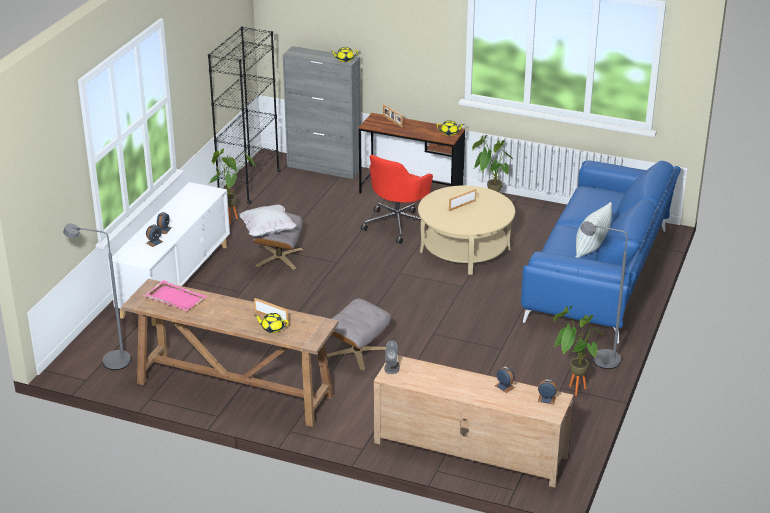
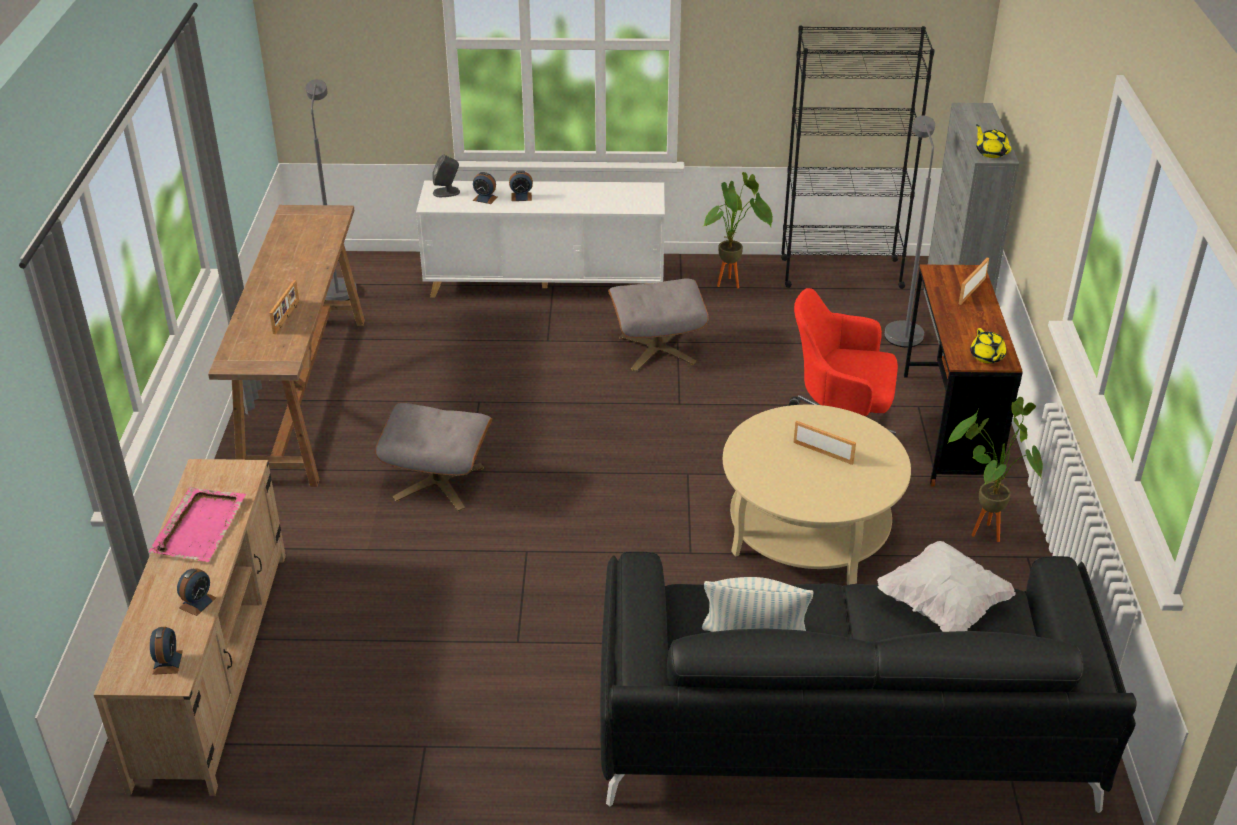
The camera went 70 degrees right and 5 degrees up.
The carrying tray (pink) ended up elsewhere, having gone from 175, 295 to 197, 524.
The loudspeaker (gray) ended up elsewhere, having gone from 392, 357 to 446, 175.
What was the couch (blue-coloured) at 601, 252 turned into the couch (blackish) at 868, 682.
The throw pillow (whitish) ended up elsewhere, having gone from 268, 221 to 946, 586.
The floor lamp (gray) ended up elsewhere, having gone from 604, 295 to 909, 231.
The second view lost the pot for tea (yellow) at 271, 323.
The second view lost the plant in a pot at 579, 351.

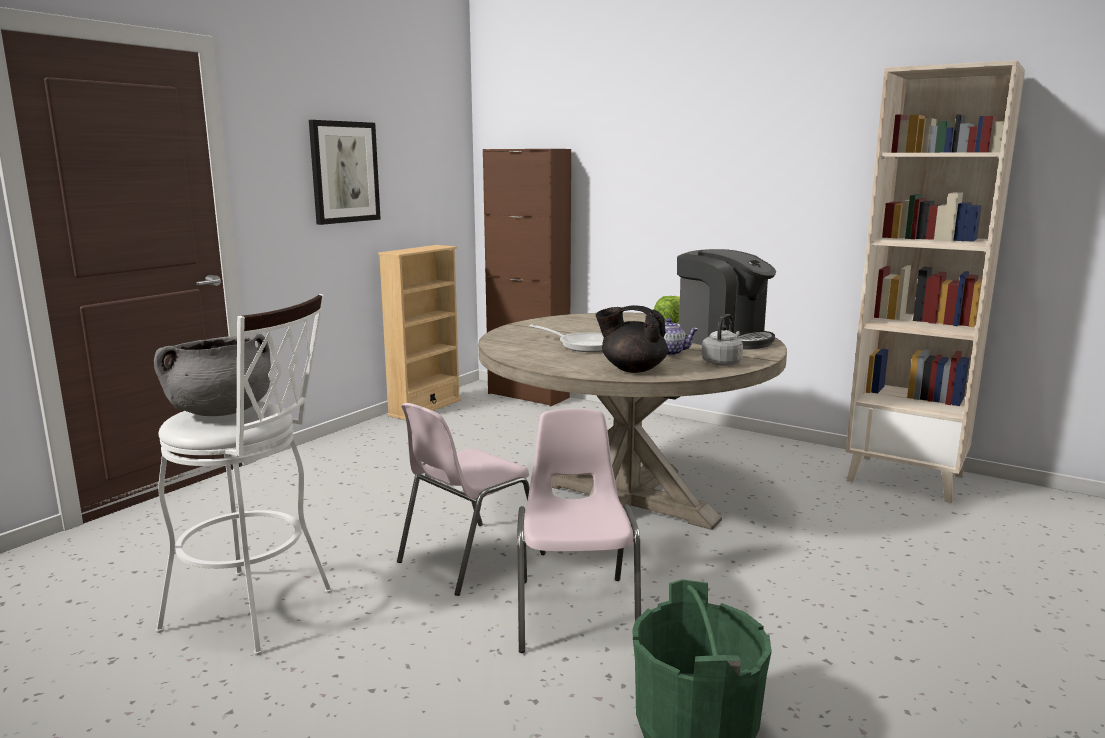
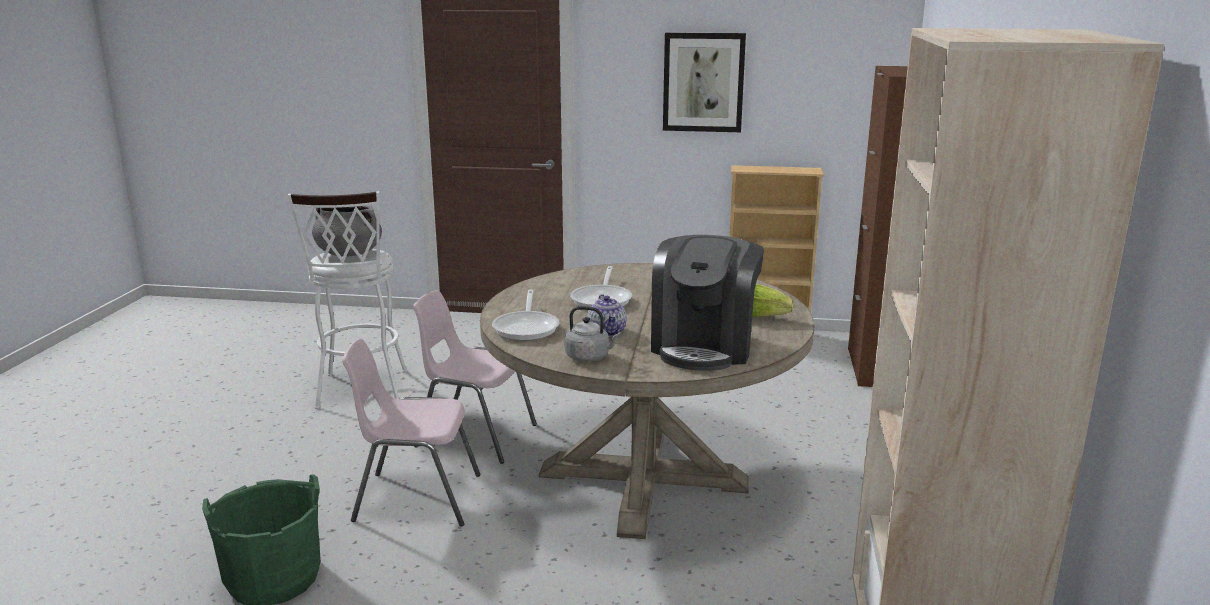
The camera went 65 degrees right and 5 degrees up.
The chair (pink) at 579, 530 ended up facing another way, 150 degrees counterclockwise from before.
Where the pot for tea (blackish) stood at 632, 339, the pan came to stand at 526, 315.

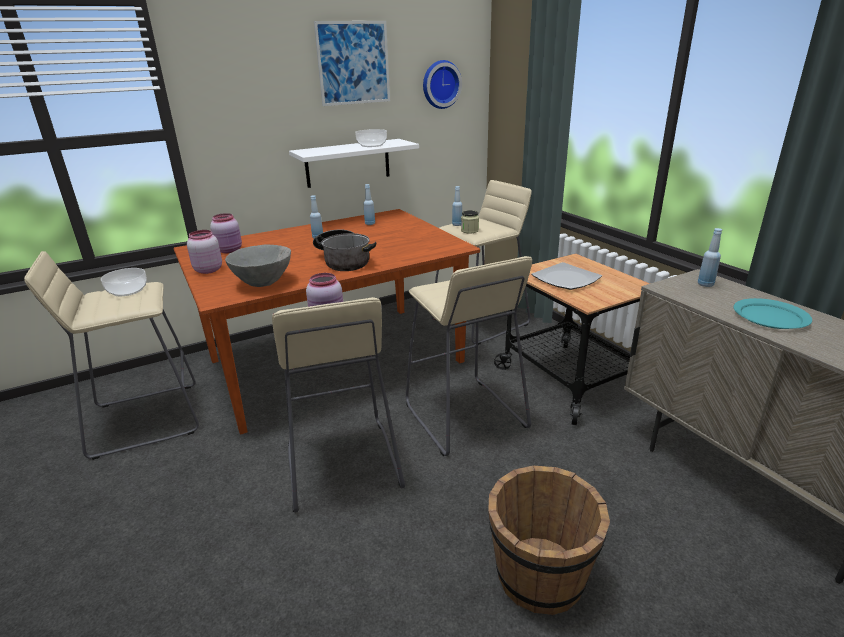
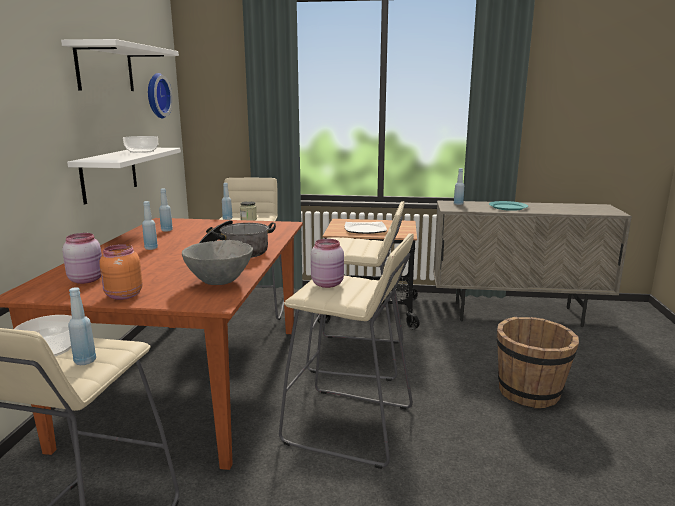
The camera went 55 degrees left and 10 degrees down.
Where the picture hung at 352, 63, the wall shelf (whitish) came to hang at 120, 65.
The second view gained the drink bottle (blue-coloured) at 82, 326.
What was the preserve jar (pink) at 204, 252 turned into the preserve jar (orange) at 121, 272.

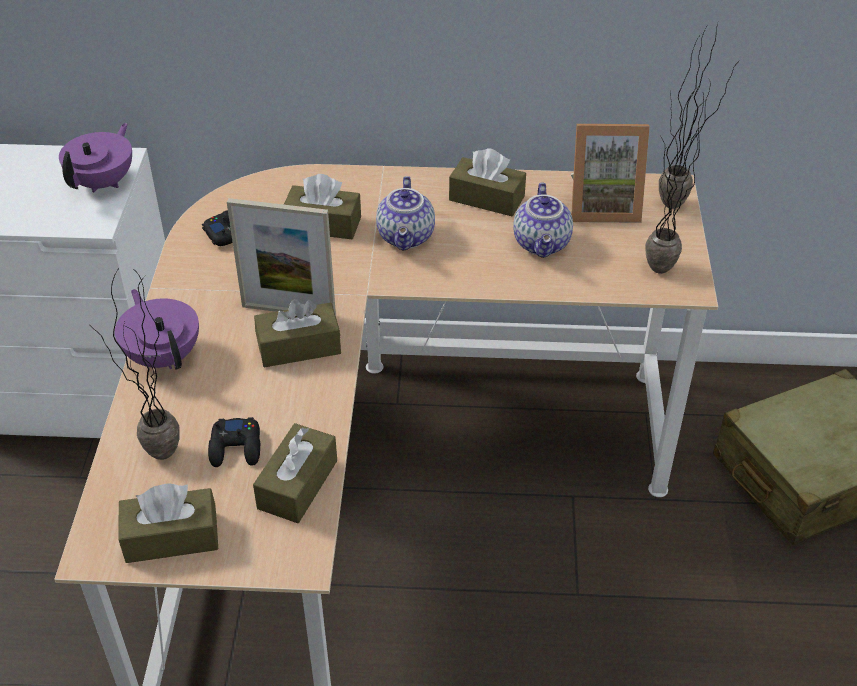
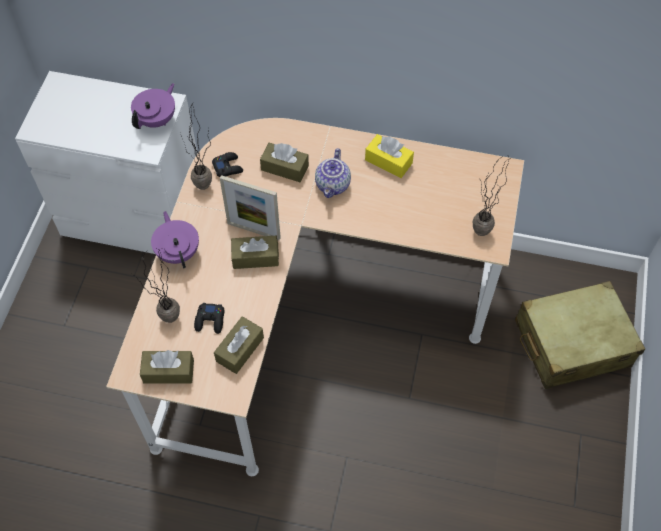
The camera went 10 degrees right and 15 degrees up.
The plant in a pot ended up elsewhere, having gone from 699, 116 to 196, 146.
What was the box of tissues (brown-coloured) at 487, 182 turned into the box of tissues (yellow) at 389, 156.
The second view lost the pot for tea at 543, 220.
The second view lost the picture frame at 610, 173.

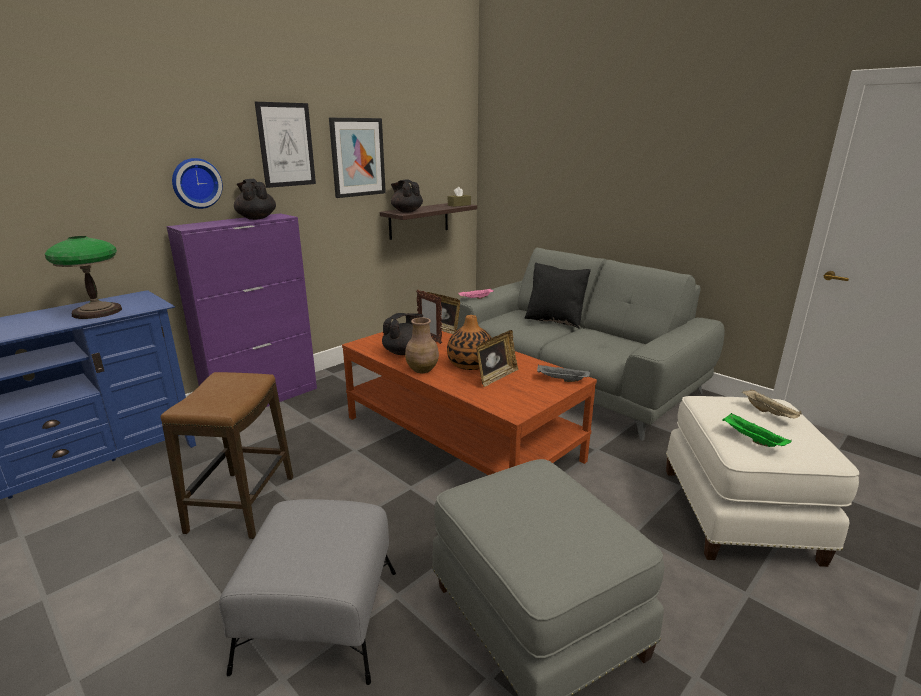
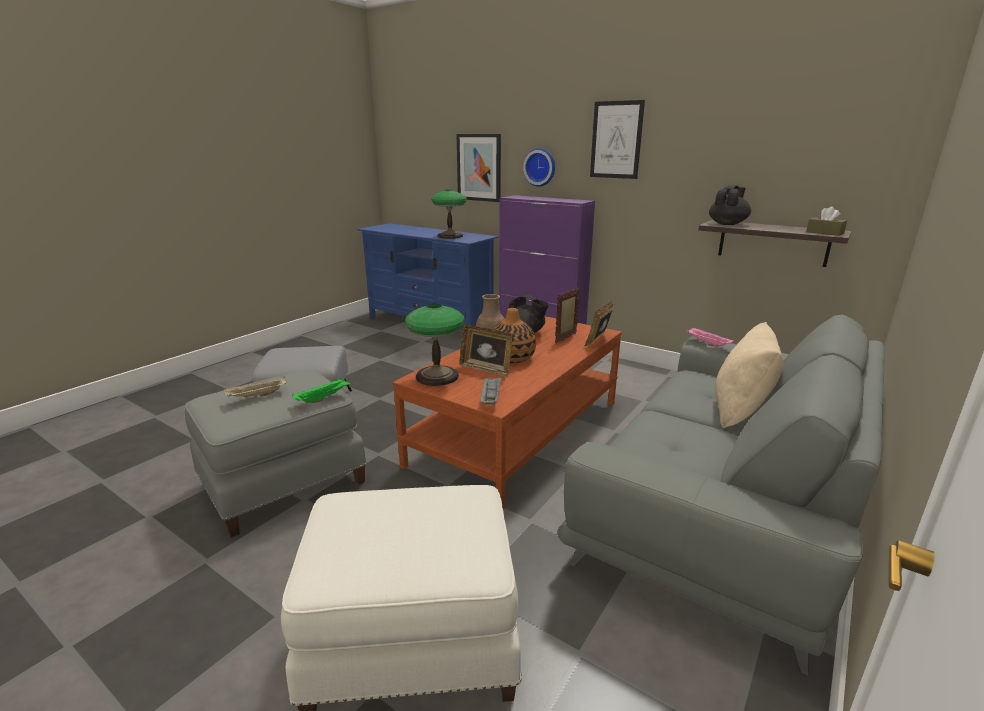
The camera went 80 degrees right and 0 degrees up.
The carrying tray (sand-coloured) ended up elsewhere, having gone from 772, 403 to 255, 387.
The carrying tray (green-coloured) ended up elsewhere, having gone from 757, 430 to 322, 390.
The second view gained the table lamp at 435, 345.
The picture ended up elsewhere, having gone from 357, 158 to 478, 168.
What was the throw pillow (blackish) at 558, 295 turned into the throw pillow (sand-coloured) at 749, 375.
The second view lost the sitting stool at 227, 455.
The second view lost the pot for tea (blackish) at 255, 199.

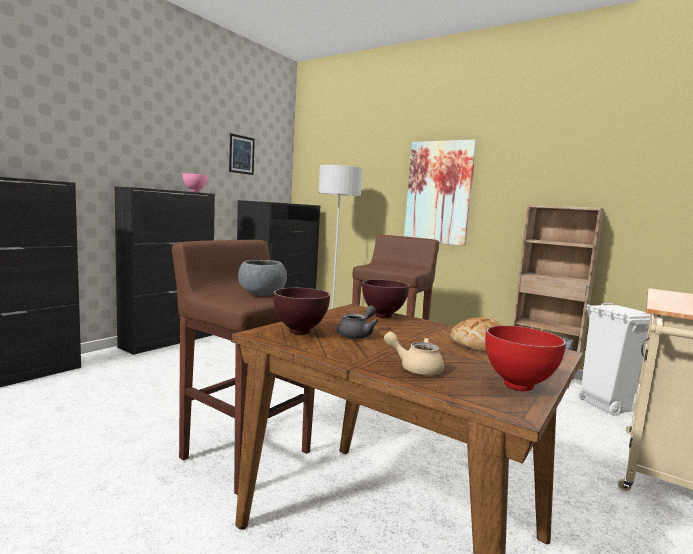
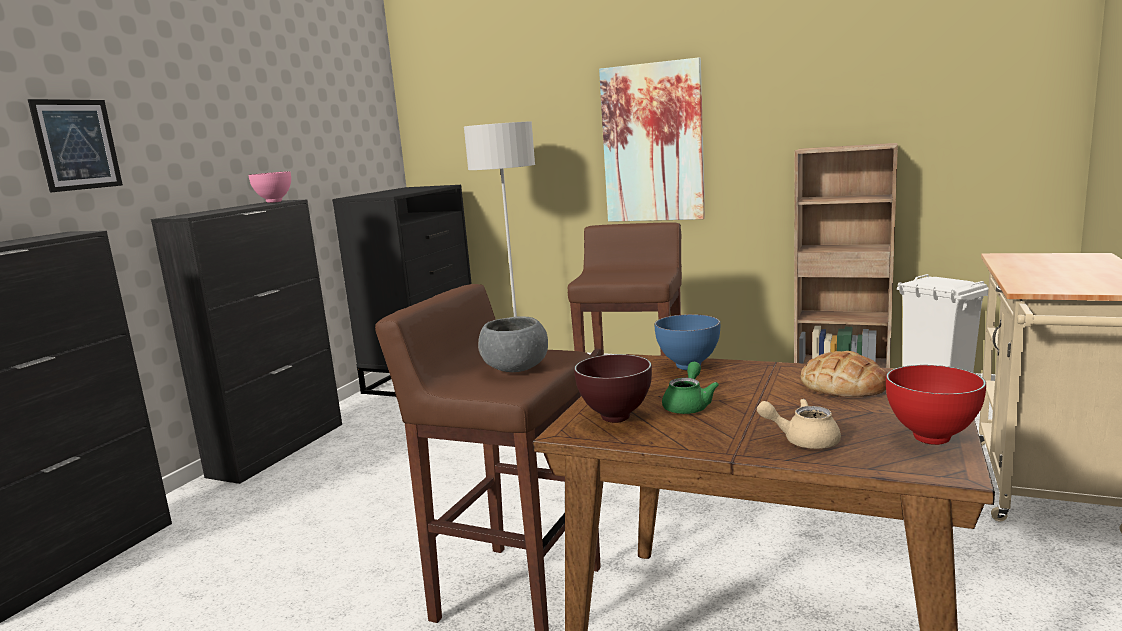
The camera went 10 degrees left and 5 degrees up.
The picture ended up elsewhere, having gone from 242, 154 to 75, 146.
What was the deep dish (brown-coloured) at 385, 298 turned into the deep dish (blue-coloured) at 687, 342.
What was the pot for tea (gray) at 357, 322 turned into the pot for tea (green-coloured) at 690, 388.

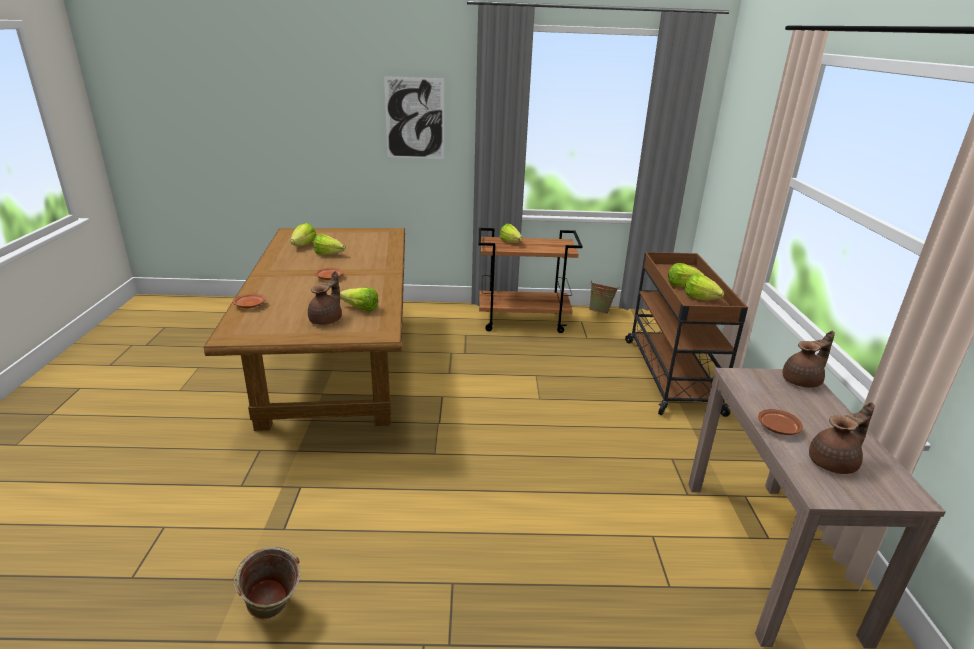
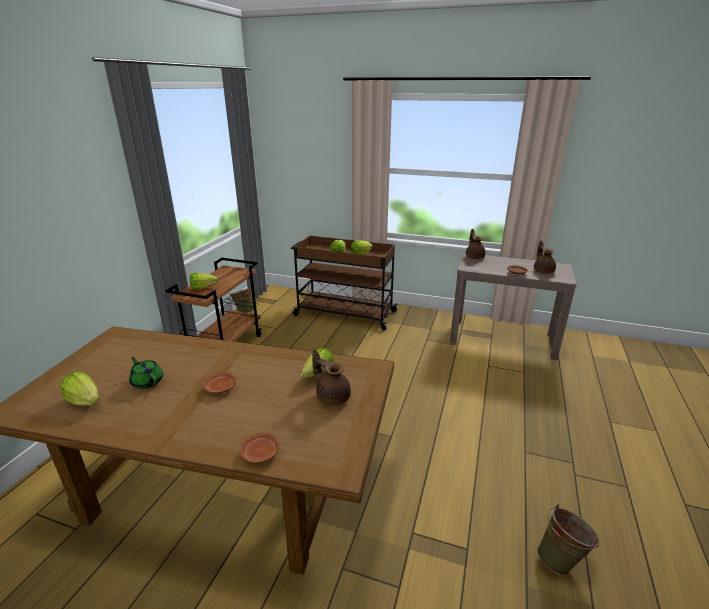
The camera went 70 degrees left and 0 degrees up.
Where the head of lettuce stood at 329, 244, the pot for tea (green-coloured) came to stand at 146, 373.
The second view lost the picture at 414, 117.

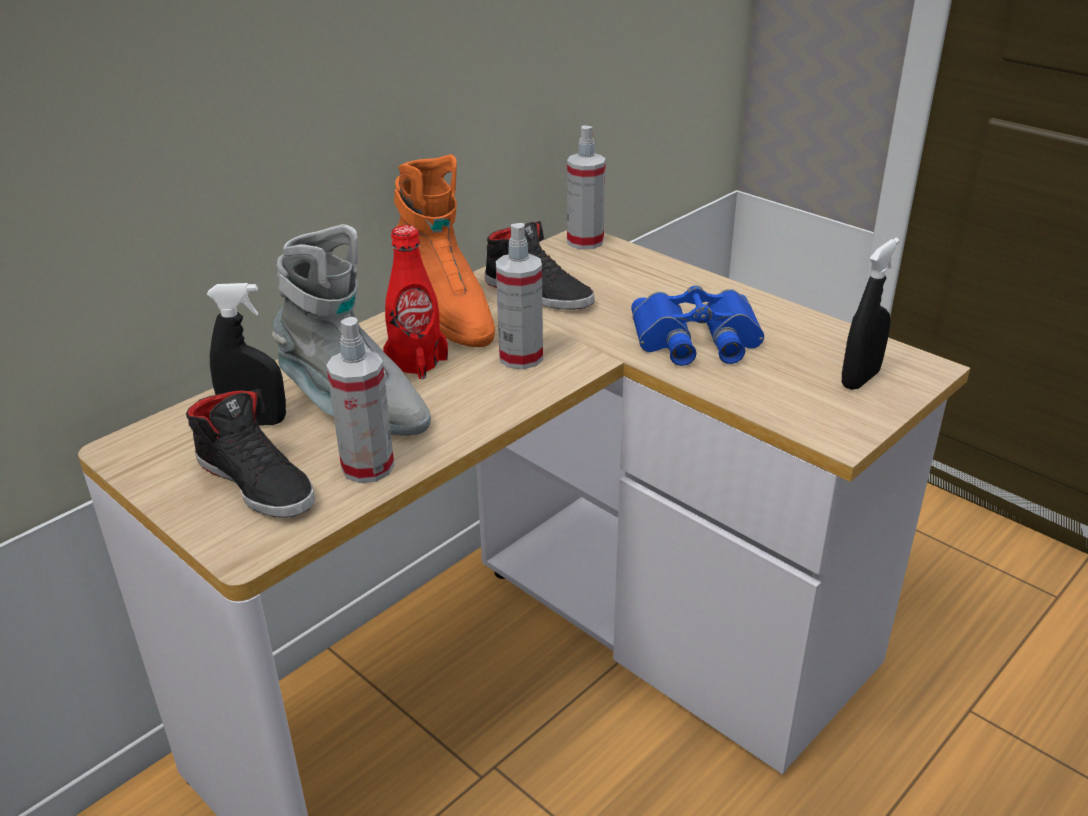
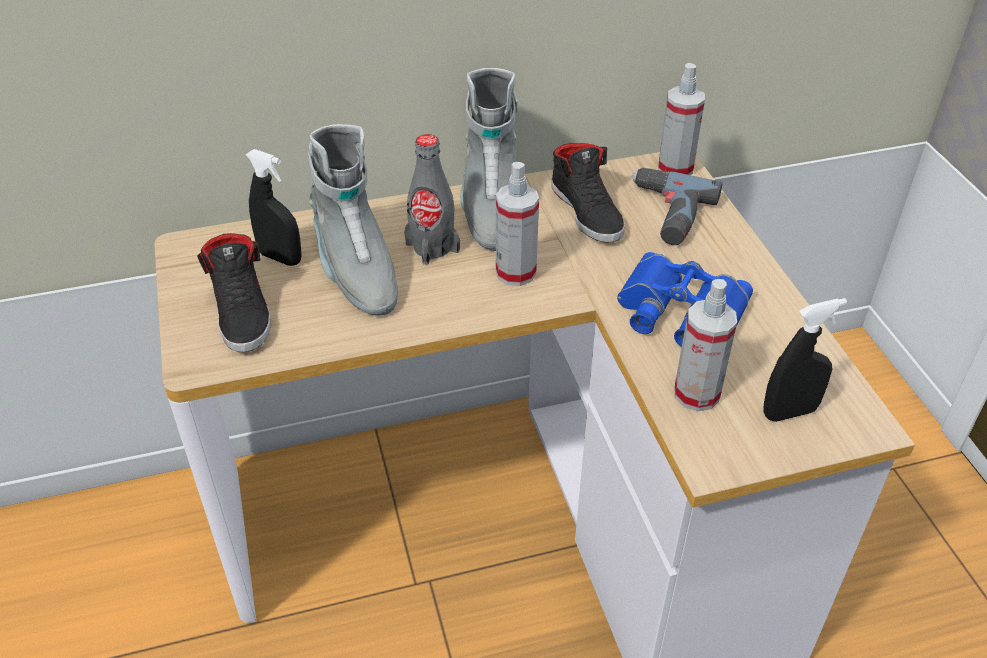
The camera went 30 degrees right and 10 degrees up.
What was the drink bottle (reddish) at 415, 302 turned into the drink bottle (gray) at 432, 199.
What was the boot (orange) at 443, 250 turned into the boot (gray) at 488, 159.
The second view gained the electric drill at 677, 206.
The spray bottle ended up elsewhere, having gone from 360, 400 to 705, 345.

